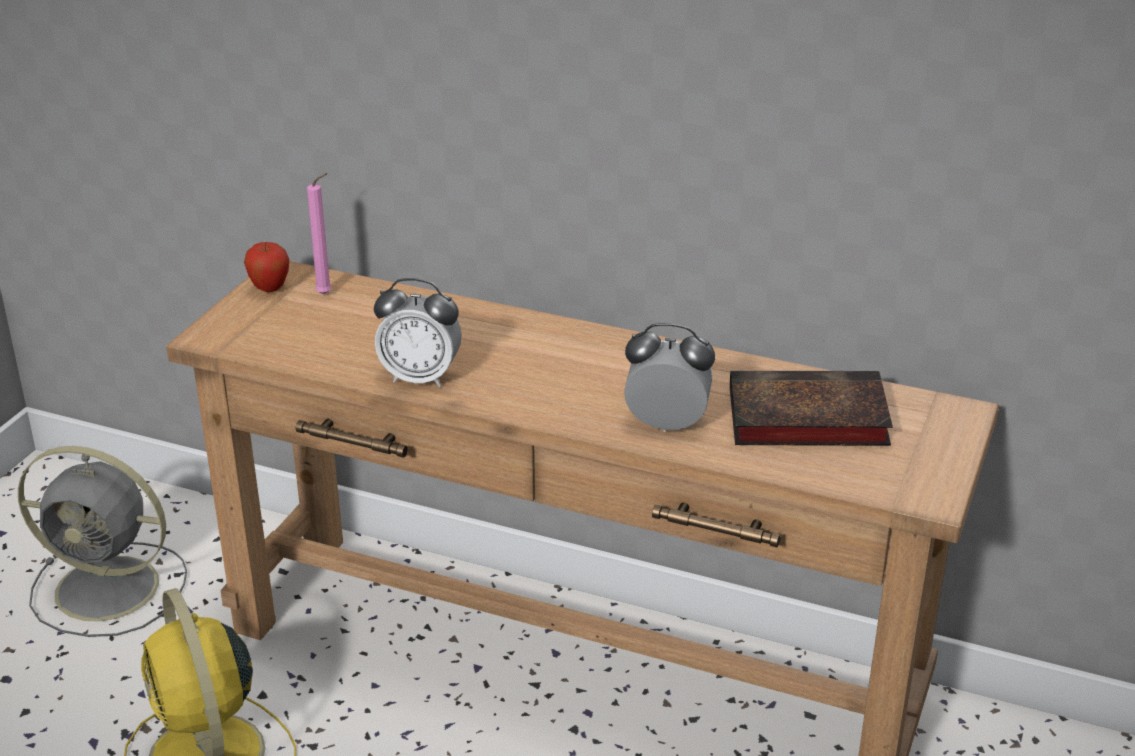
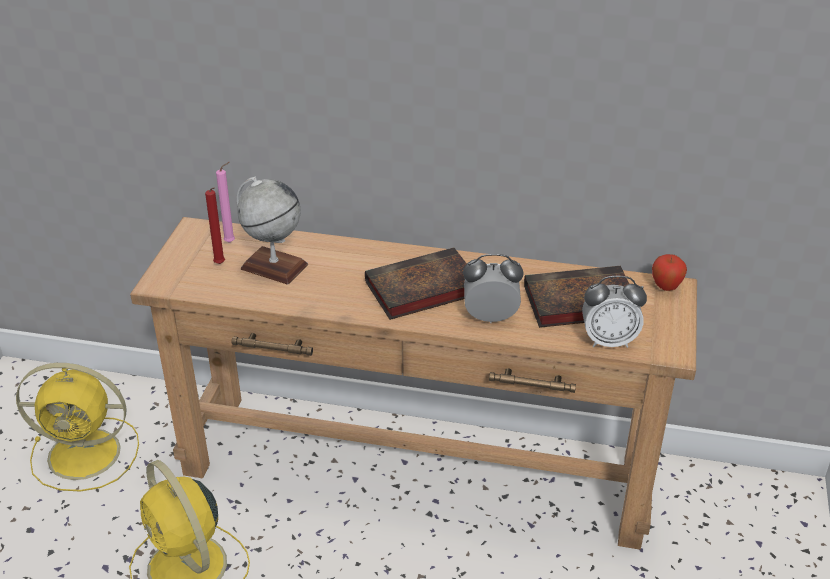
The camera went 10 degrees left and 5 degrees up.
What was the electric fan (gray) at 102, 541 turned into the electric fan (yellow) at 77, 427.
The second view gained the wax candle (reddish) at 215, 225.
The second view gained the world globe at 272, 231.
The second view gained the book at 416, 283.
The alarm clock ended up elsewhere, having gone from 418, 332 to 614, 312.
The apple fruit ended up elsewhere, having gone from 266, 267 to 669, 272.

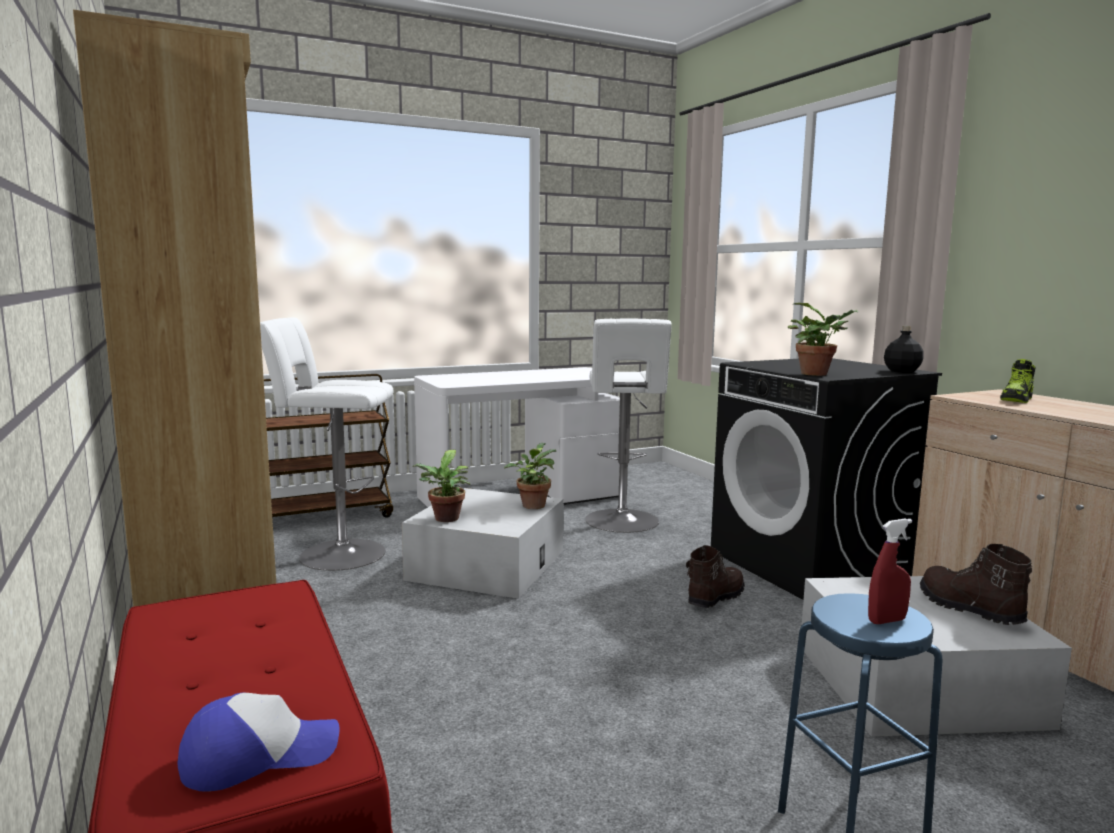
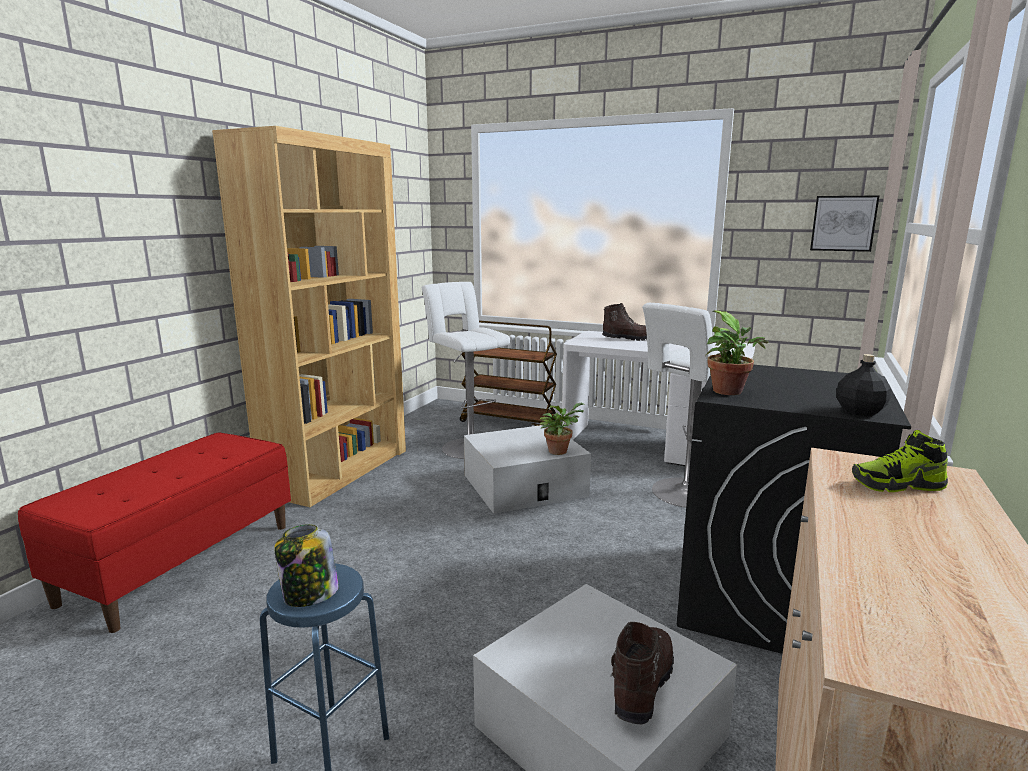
The camera went 50 degrees right and 5 degrees up.
Where the spray bottle (reddish) stood at 890, 571, the preserve jar came to stand at 306, 565.
The boot (brown-coloured) ended up elsewhere, having gone from 715, 576 to 625, 322.
The second view gained the picture at 845, 223.
The second view lost the baseball cap at 258, 742.
The second view lost the plant in a pot at 441, 486.

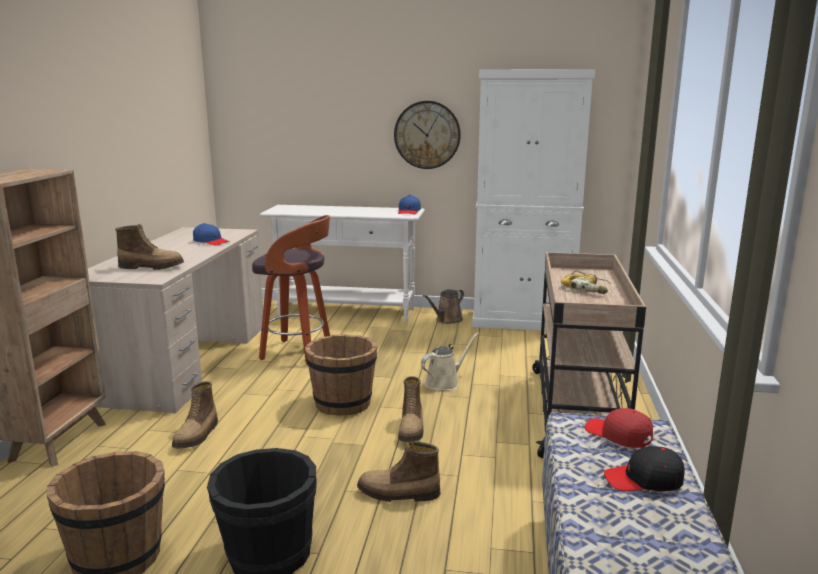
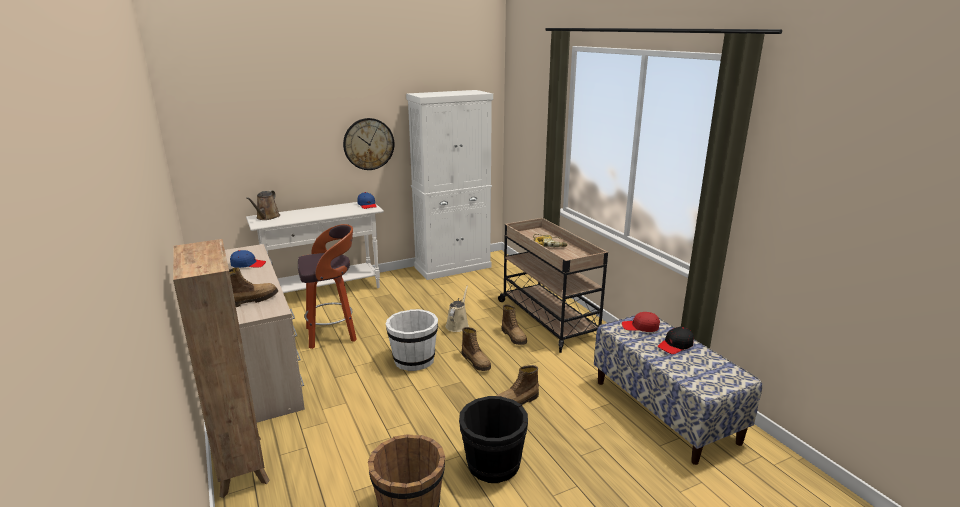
The camera went 35 degrees left and 5 degrees up.
The watering can (brown-coloured) ended up elsewhere, having gone from 443, 306 to 263, 205.
What was the pail (brown-coloured) at 341, 375 turned into the pail (whitish) at 412, 340.
The boot ended up elsewhere, having gone from 195, 415 to 514, 324.

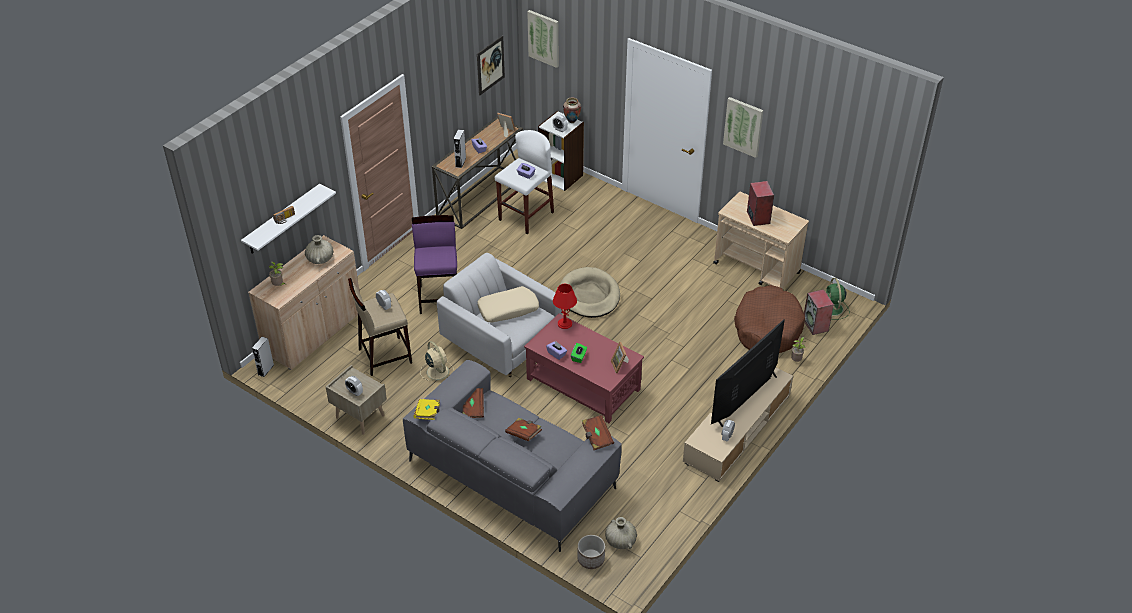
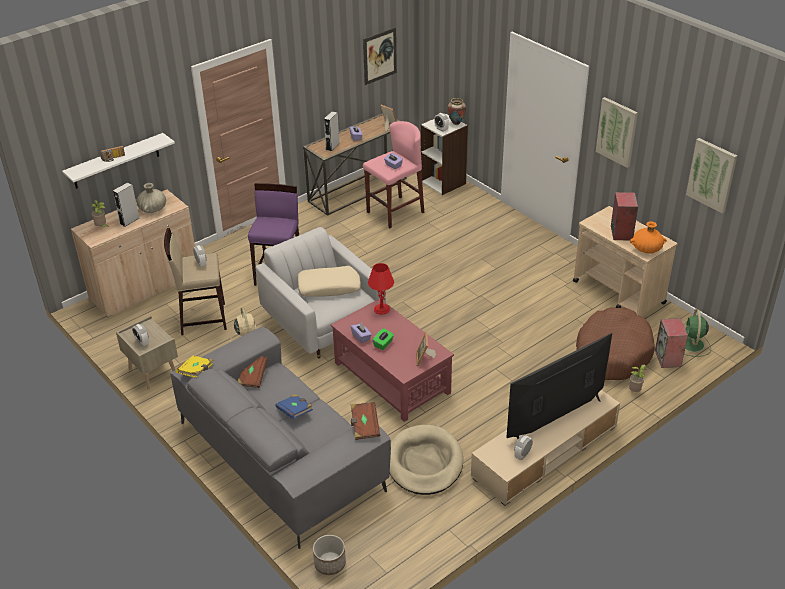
The camera went 15 degrees right and 5 degrees down.
The loudspeaker (gray) ended up elsewhere, having gone from 263, 357 to 126, 204.
What was the book (brown-coloured) at 523, 429 turned into the book (blue-coloured) at 294, 406.
What was the sitting stool (whitish) at 524, 182 turned into the sitting stool (pink) at 393, 174.
The dog bed (sand-coloured) ended up elsewhere, having gone from 590, 292 to 426, 460.
The second view gained the vase (orange) at 648, 237.
The picture ended up elsewhere, having gone from 543, 39 to 711, 175.
The second view lost the vase (sand-coloured) at 621, 533.

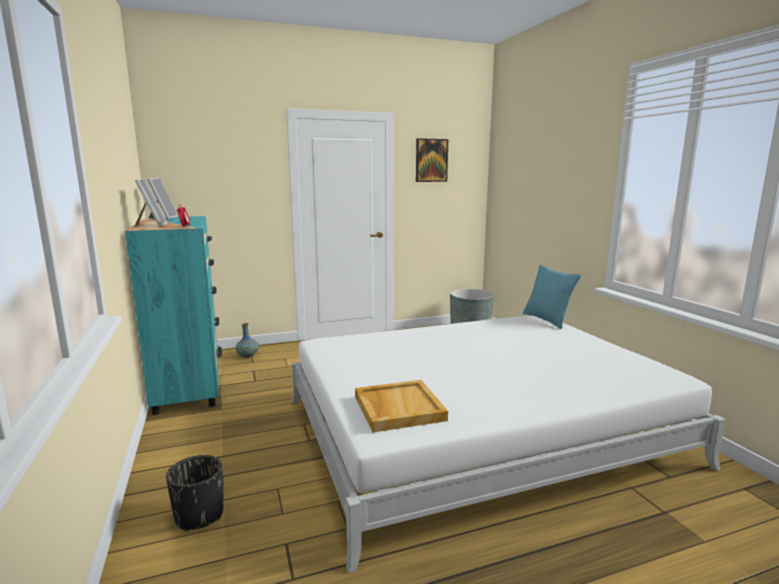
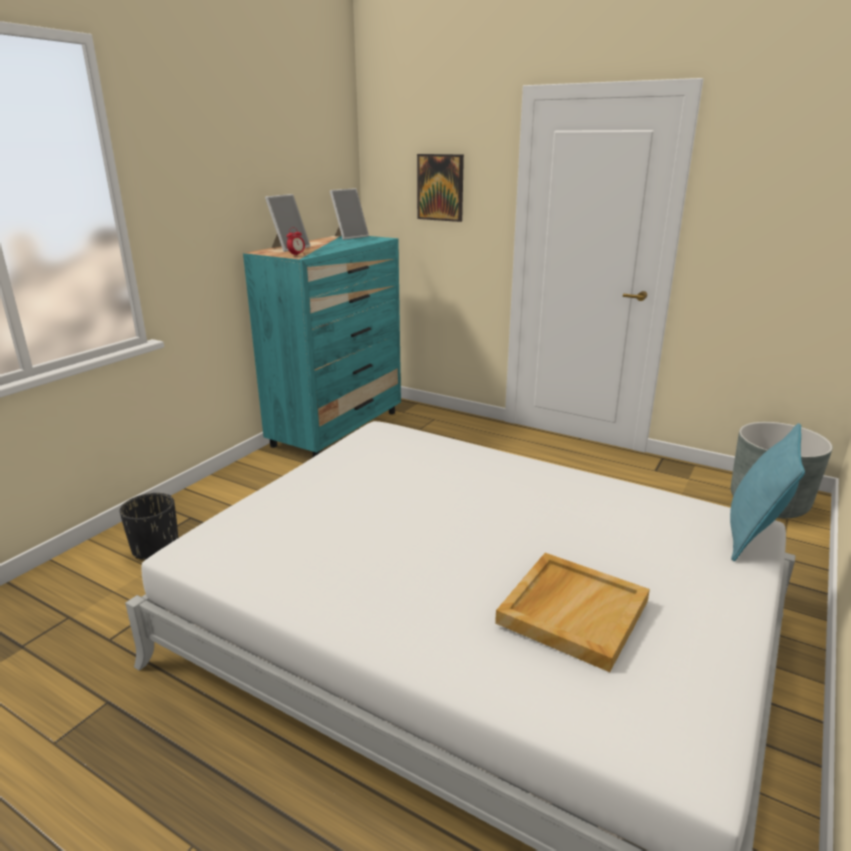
The camera went 50 degrees right and 10 degrees up.
The picture ended up elsewhere, having gone from 432, 160 to 440, 188.
The carrying tray (sand-coloured) ended up elsewhere, having gone from 401, 406 to 572, 612.
The second view lost the vase at 247, 340.

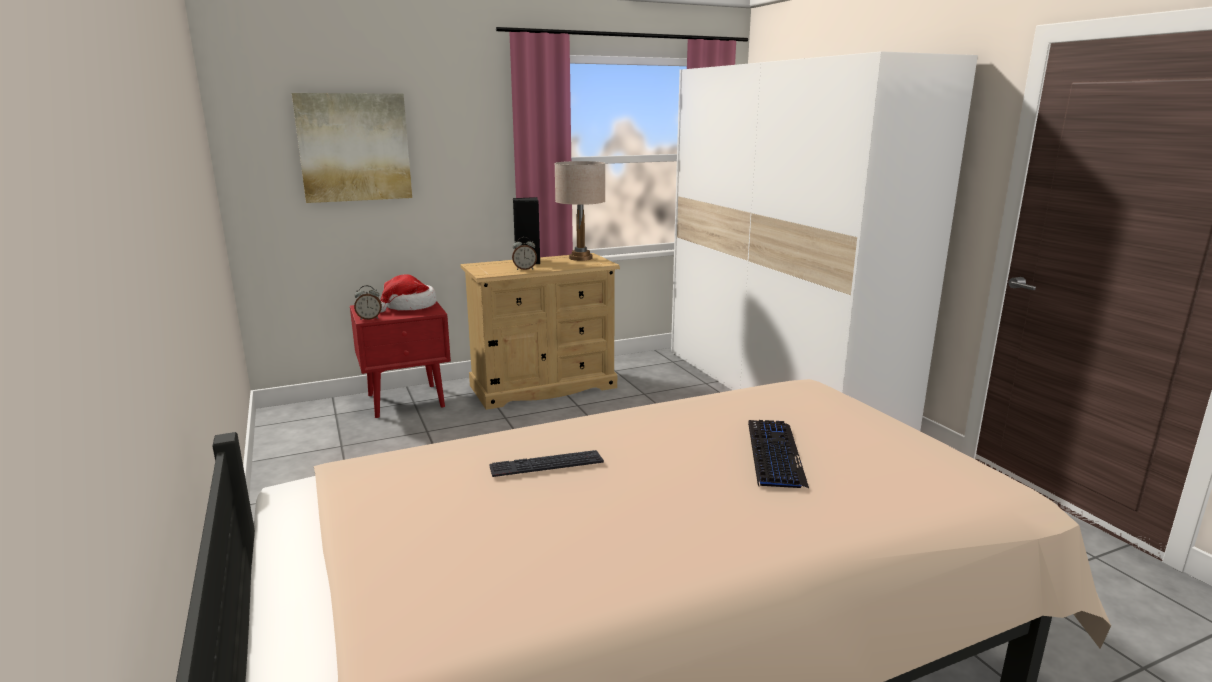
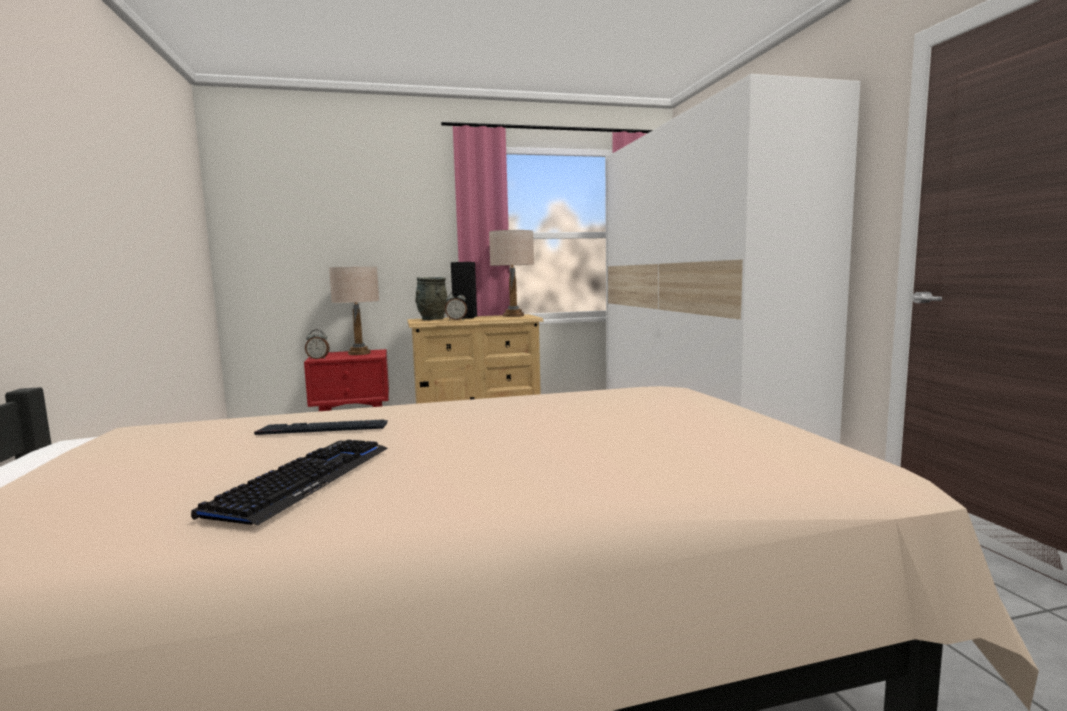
The camera went 10 degrees right and 10 degrees down.
The keyboard ended up elsewhere, having gone from 778, 454 to 289, 483.
Where the wearable hat stood at 408, 293, the table lamp (sand-coloured) came to stand at 354, 310.
The second view gained the vase (gray) at 432, 298.
The second view lost the picture at 352, 148.

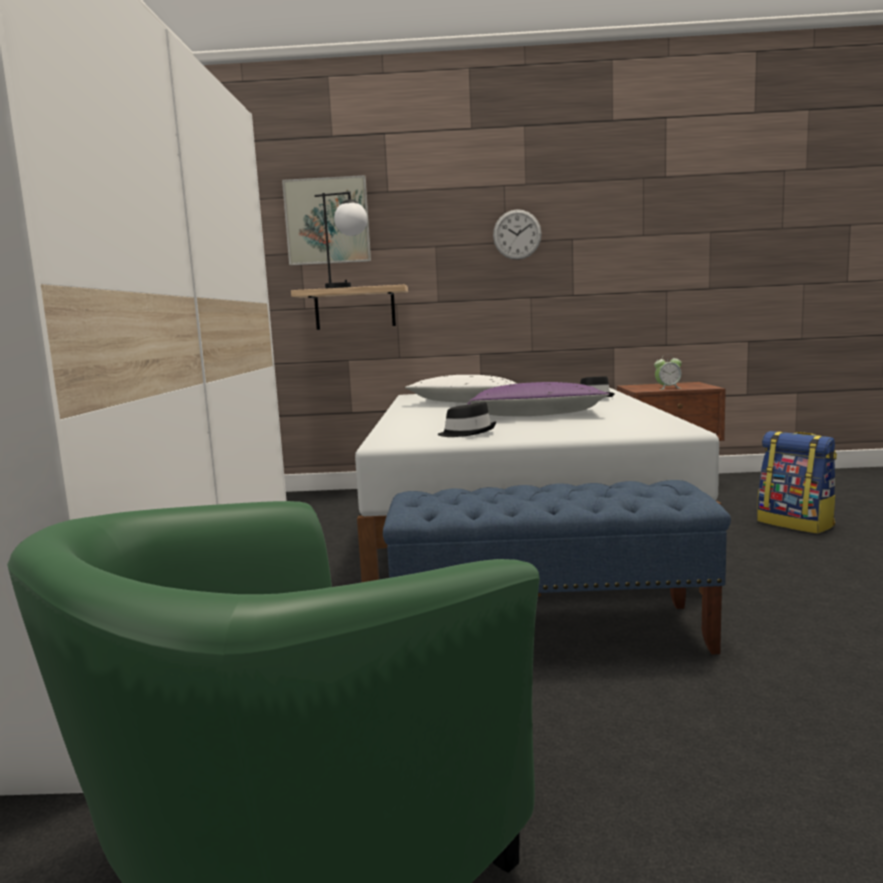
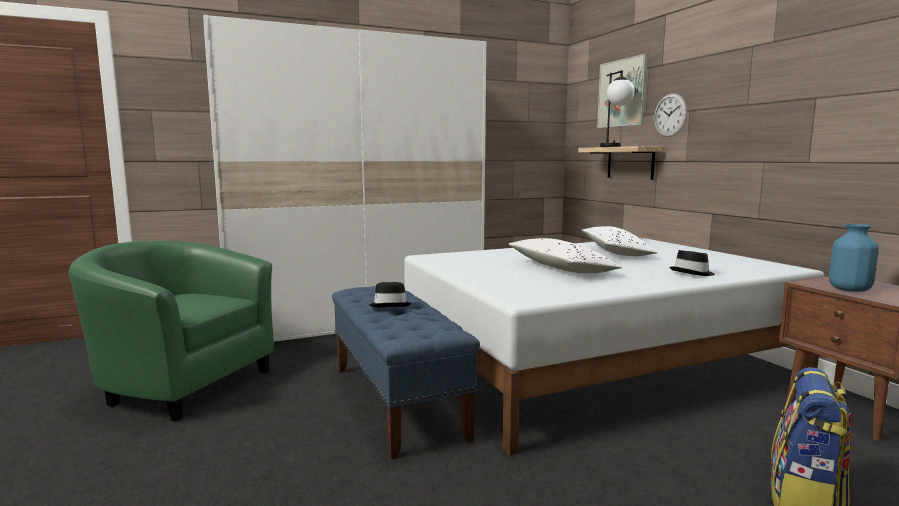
The camera went 65 degrees right and 0 degrees up.
The wearable hat (blackish) ended up elsewhere, having gone from 466, 419 to 390, 294.
What was the throw pillow (purple-coloured) at 538, 399 turned into the throw pillow (whitish) at 565, 255.
The hanging clock ended up elsewhere, having gone from 517, 234 to 670, 115.
Where the alarm clock stood at 668, 372, the vase (blue-coloured) came to stand at 854, 258.

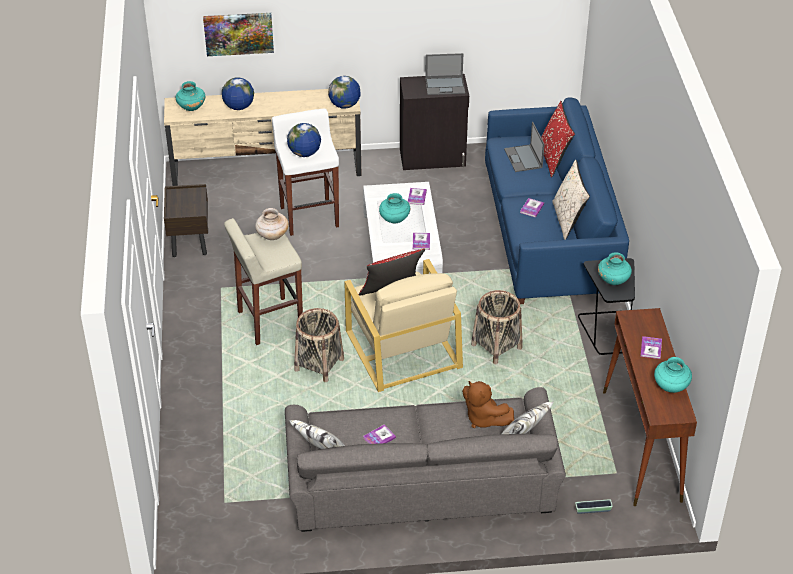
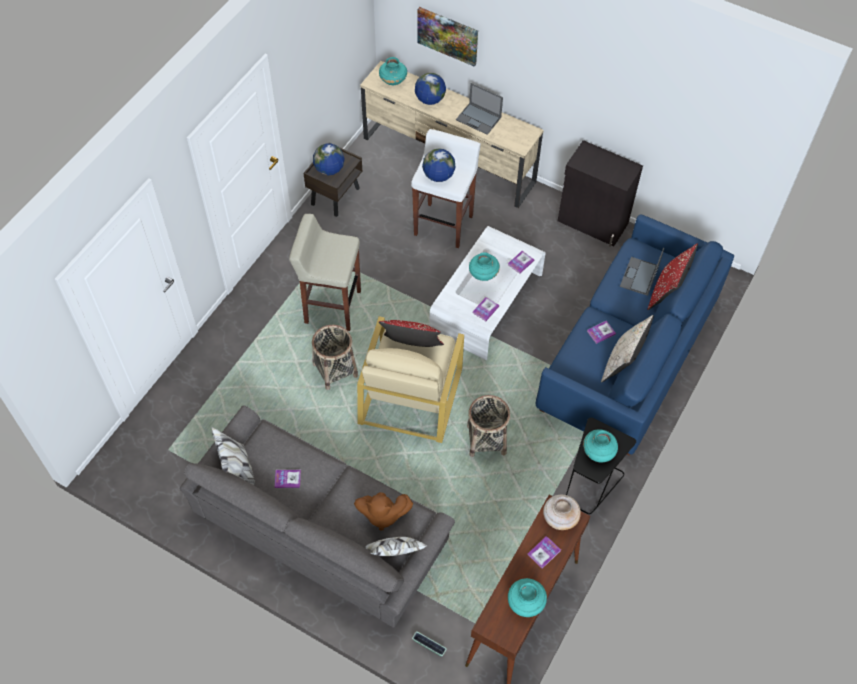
The camera went 35 degrees right and 15 degrees up.
The world globe ended up elsewhere, having gone from 344, 92 to 329, 159.
The soft toy (brown-coloured) at 488, 404 ended up facing another way, 75 degrees counterclockwise from before.
The portable computer ended up elsewhere, having gone from 445, 74 to 479, 109.
The vase (sand-coloured) ended up elsewhere, having gone from 272, 224 to 562, 512.

